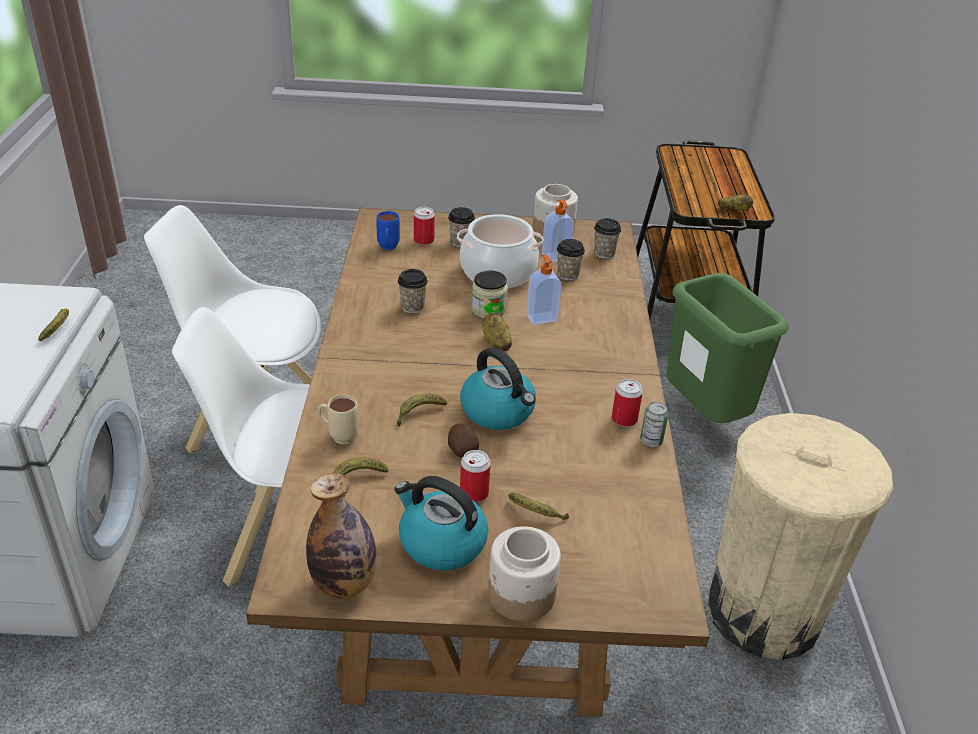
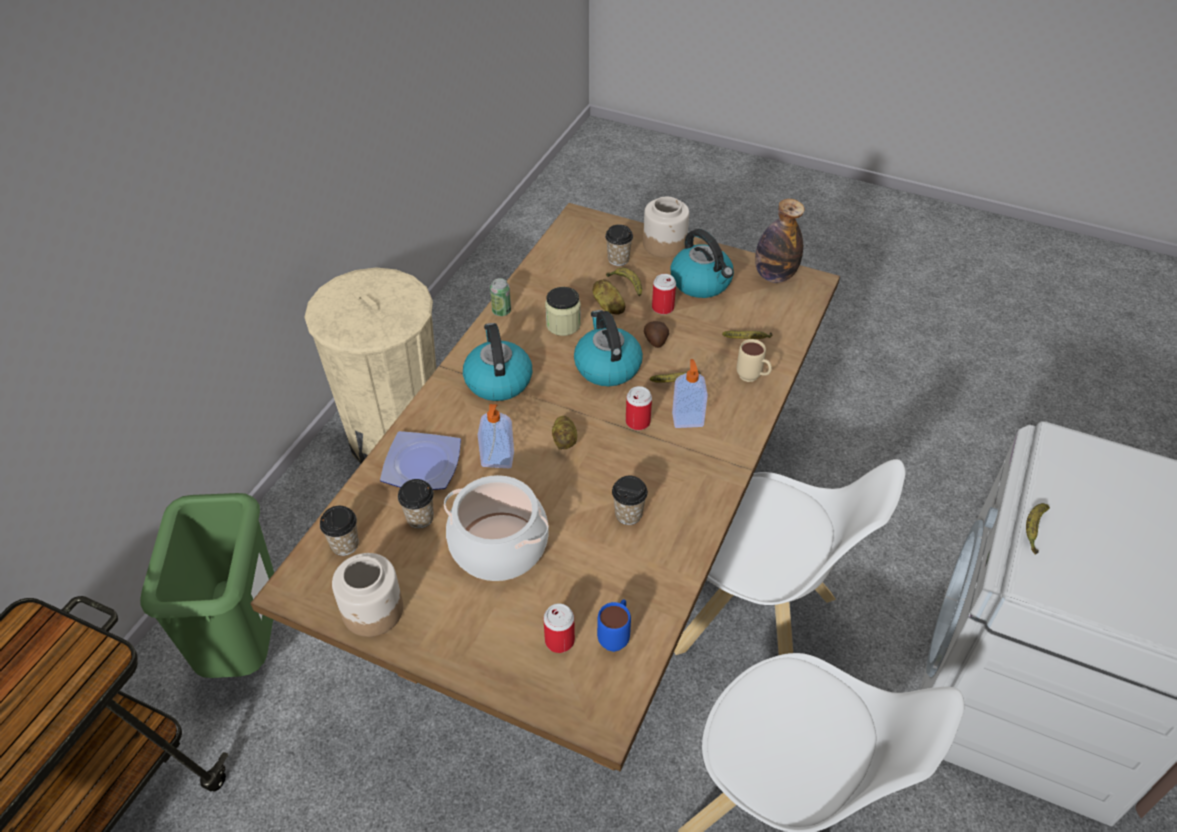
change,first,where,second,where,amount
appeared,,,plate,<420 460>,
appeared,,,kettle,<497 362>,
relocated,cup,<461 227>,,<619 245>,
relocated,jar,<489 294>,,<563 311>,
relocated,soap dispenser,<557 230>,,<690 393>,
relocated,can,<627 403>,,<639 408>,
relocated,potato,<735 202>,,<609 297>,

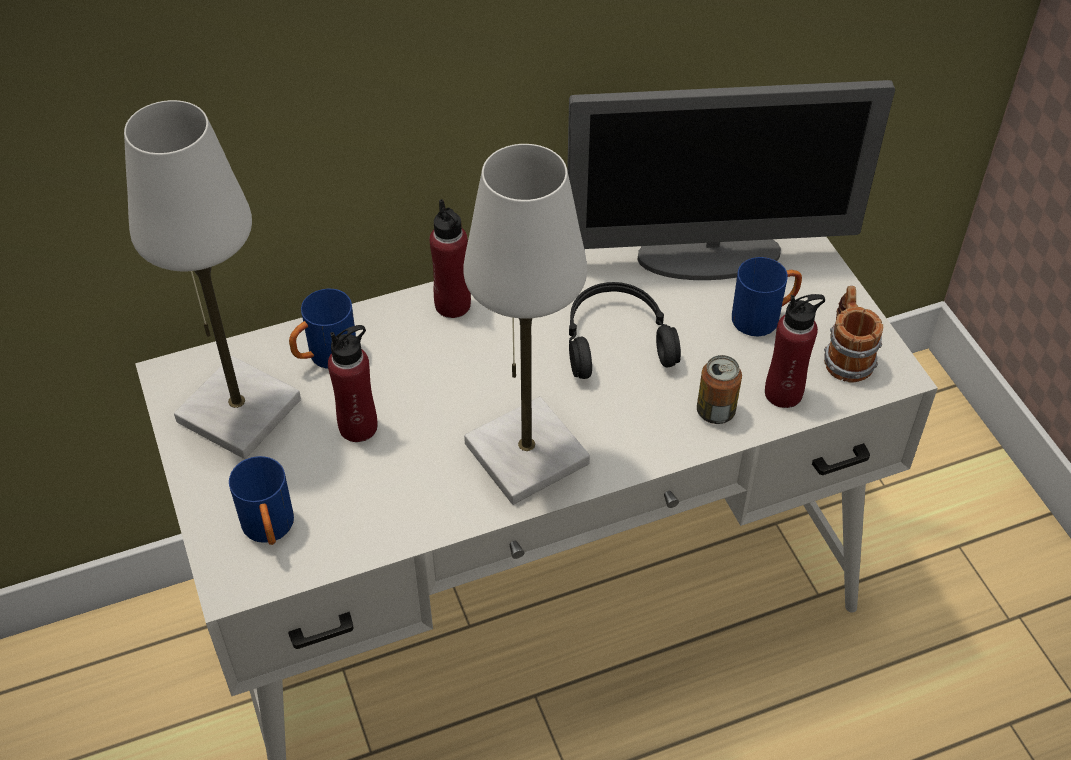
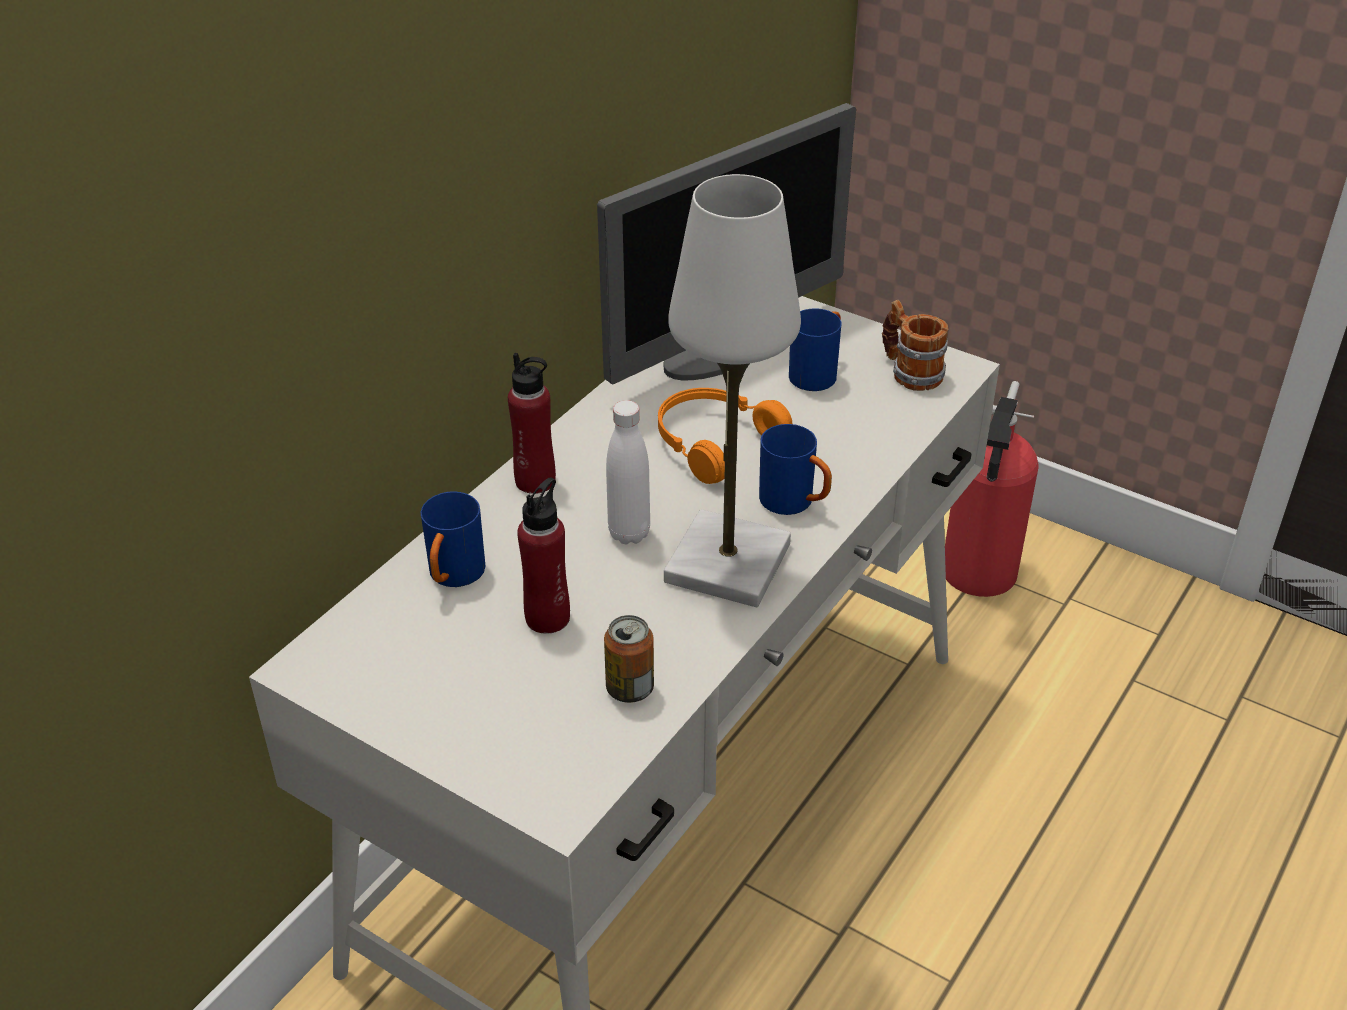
change,first,where,second,where,amount
missing,white table lamp,<212 279>,,,
missing,red bottle,<795 351>,,,
appeared,,,white bottle,<628 472>,
appeared,,,fire extinguisher,<992 489>,
relocated,blue mug,<261 500>,,<795 469>,
relocated,can,<719 389>,,<629 659>,
colour,black headphones,<625 330>,orange headphones,<725 436>,

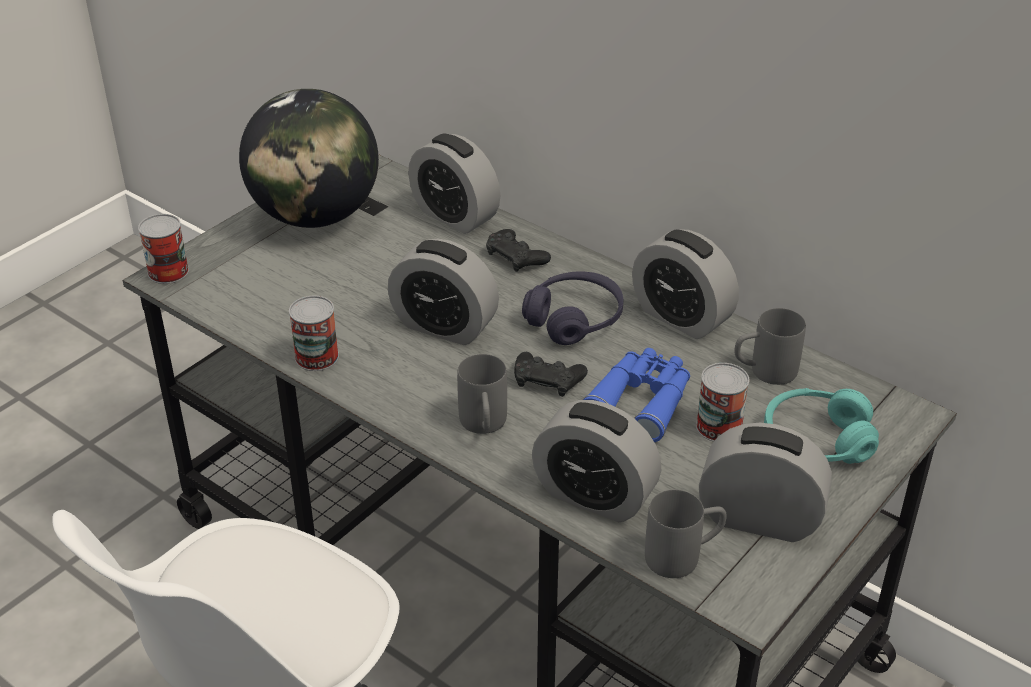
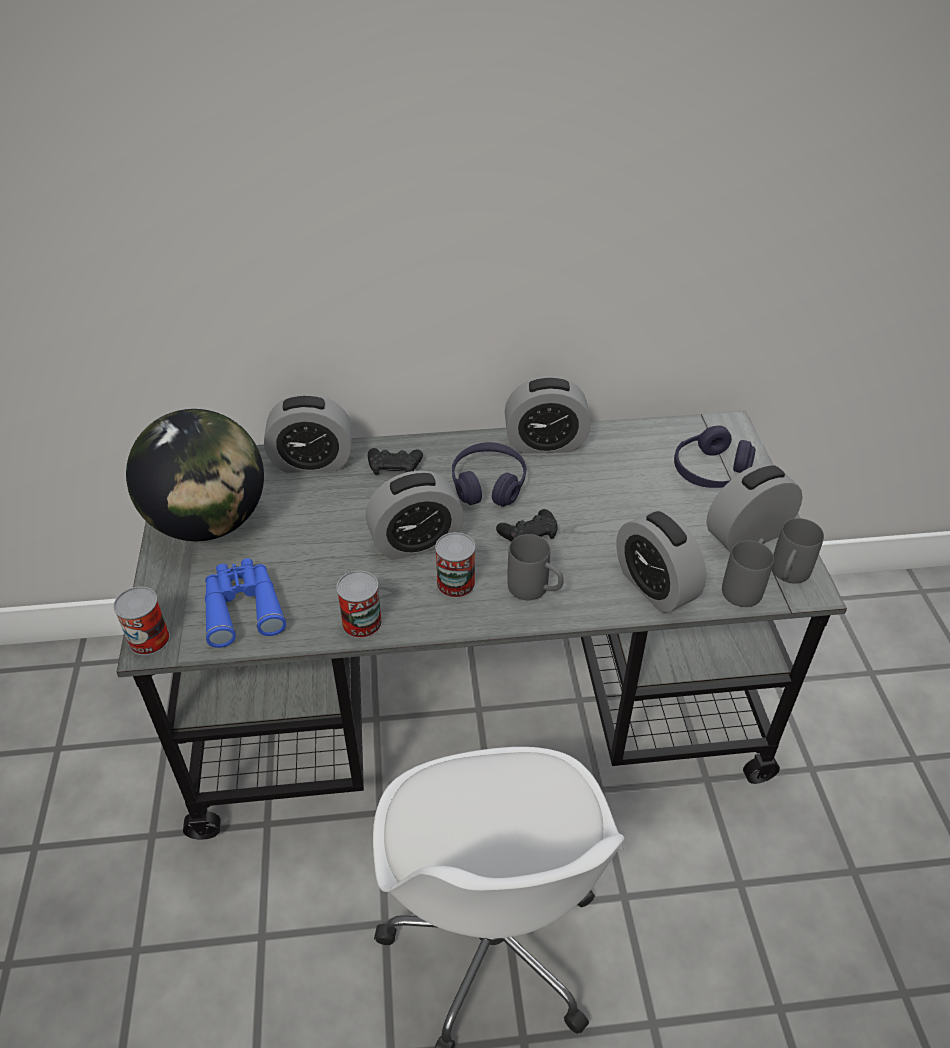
change,first,where,second,where,amount
relocated,blue binoculars,<636 395>,,<245 603>,
relocated,can,<722 402>,,<455 565>,
relocated,grey mug,<770 346>,,<798 551>,
colour,turquoise headphones,<821 426>,purple headphones,<715 456>,
spun,alarm clock,<596 461>,,<661 561>,75 degrees clockwise

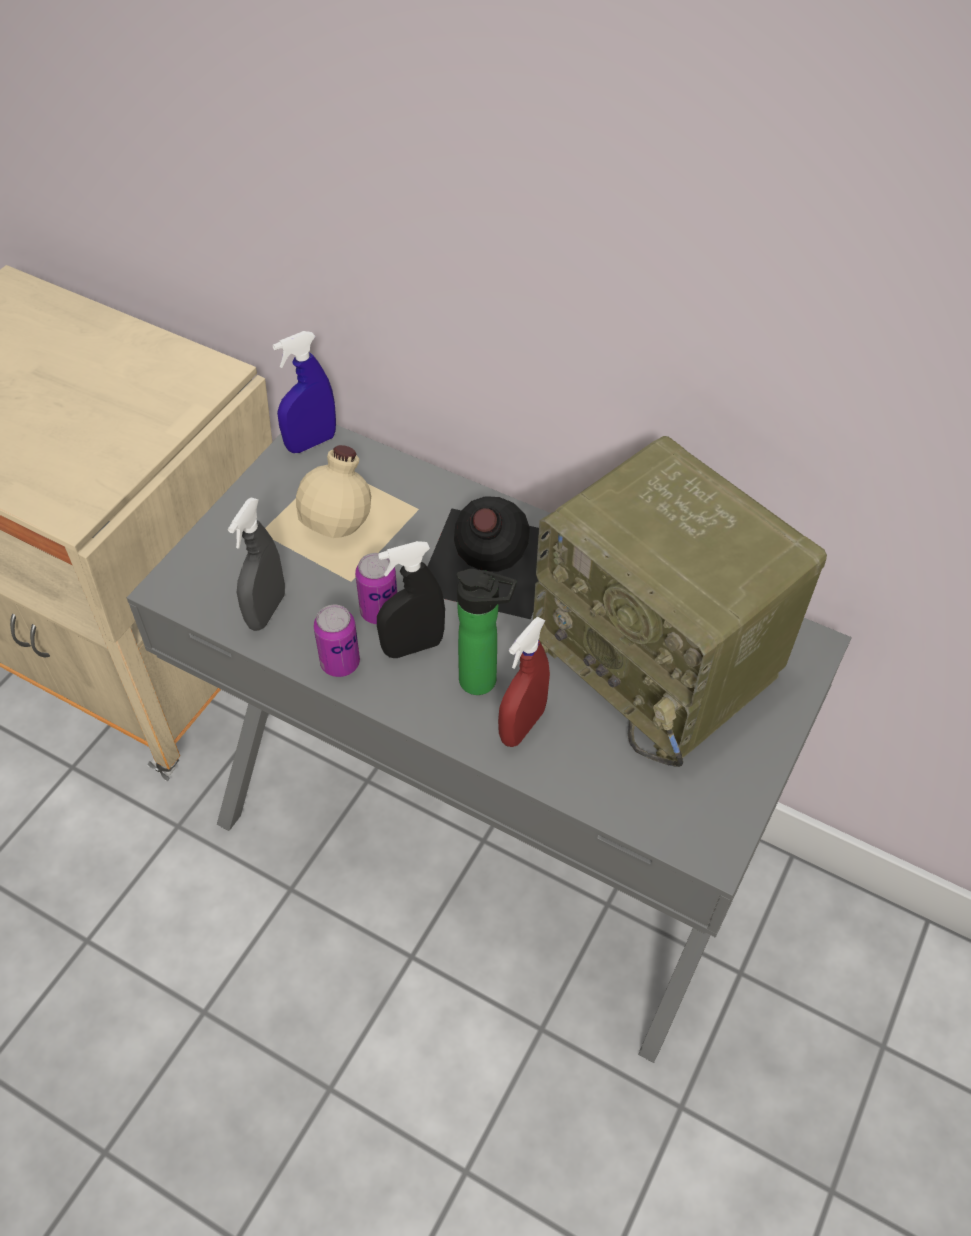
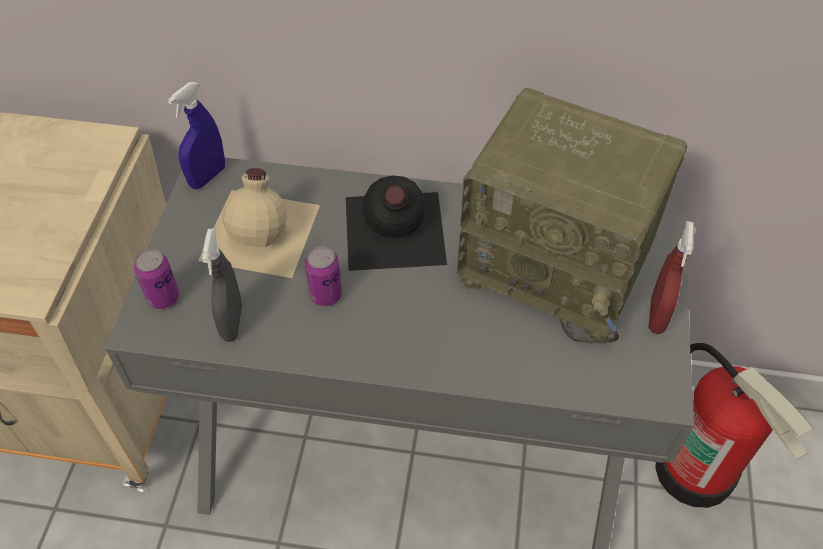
change,first,where,second,where,amount
missing,black spray bottle,<411 599>,,,
missing,bottle,<486 632>,,,
appeared,,,fire extinguisher,<734 425>,
relocated,can,<337 641>,,<156 279>,
relocated,red spray bottle,<524 681>,,<671 277>,

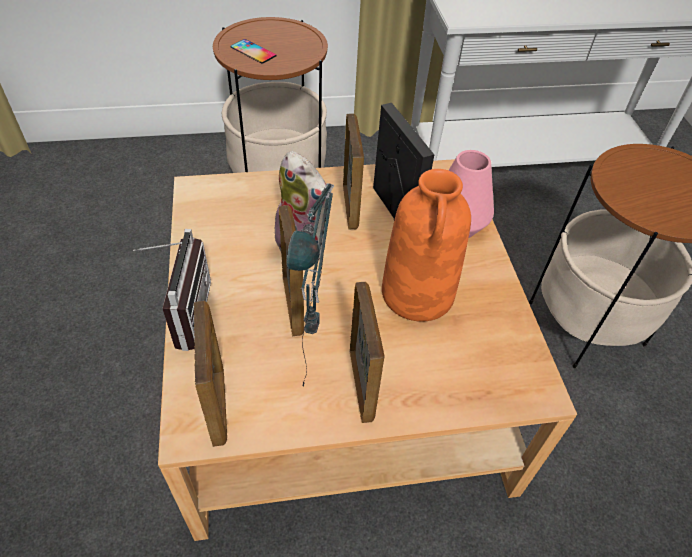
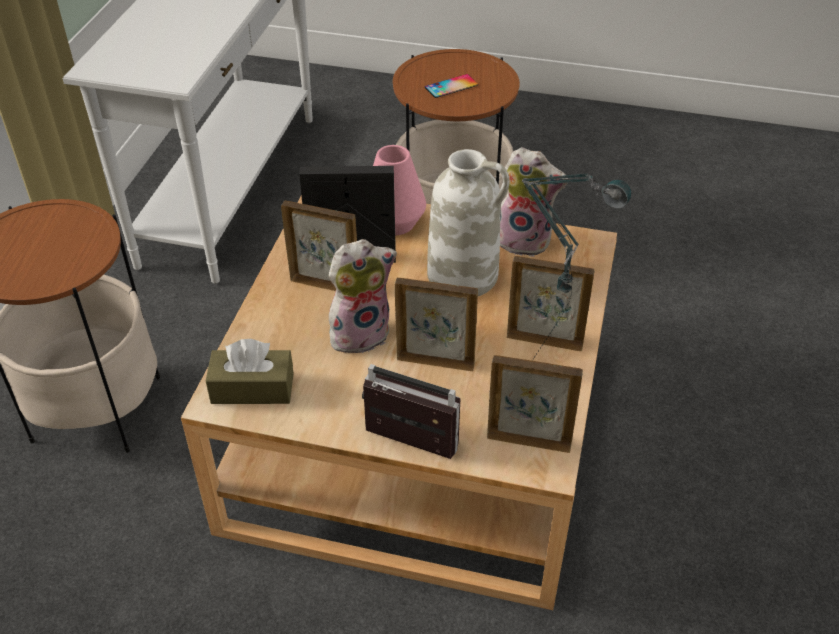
change,first,where,second,where,amount
appeared,,,brown tissue box,<250 371>,
appeared,,,plush toy,<534 202>,
relocated,phone,<254 51>,,<451 86>,
colour,orange vase,<426 245>,white vase,<468 222>,

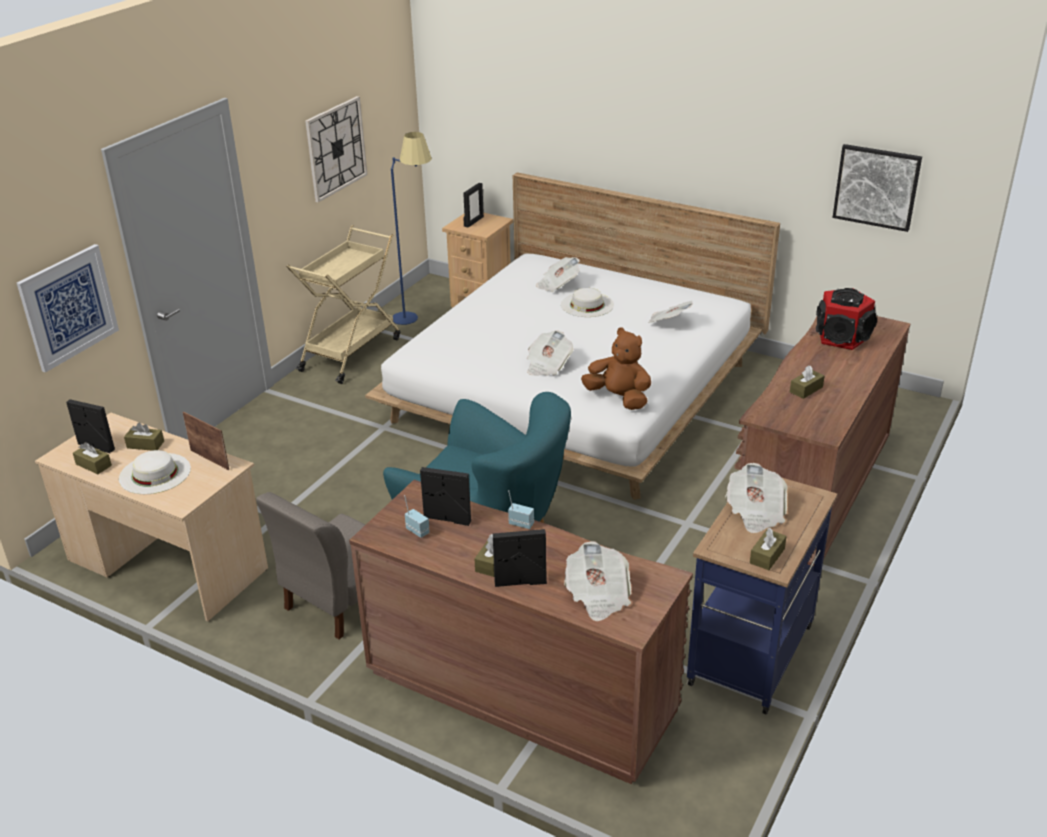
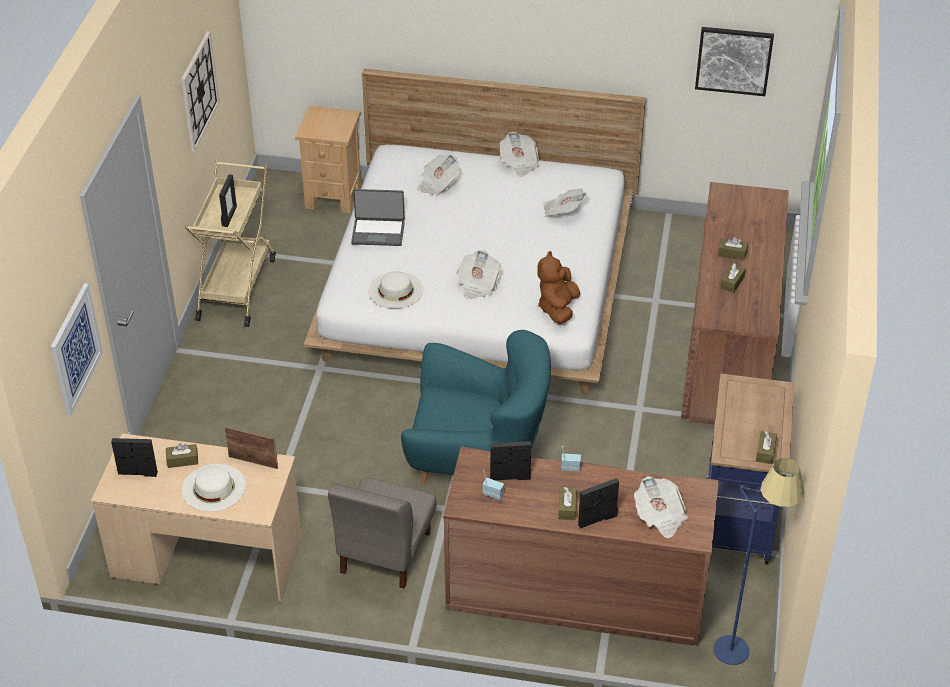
change,first,where,second,where,amount
missing,speaker,<846 319>,,,
appeared,,,laptop,<378 217>,
relocated,brown tissue box,<92 458>,,<733 248>,
relocated,blue floor lamp,<411 228>,,<758 561>,
relocated,picture frame,<473 205>,,<228 201>,
relocated,white hat,<587 302>,,<395 289>,
relocated,newspaper,<756 498>,,<519 154>,
spun,brown plush toy,<616 368>,,<558 287>,90 degrees counterclockwise

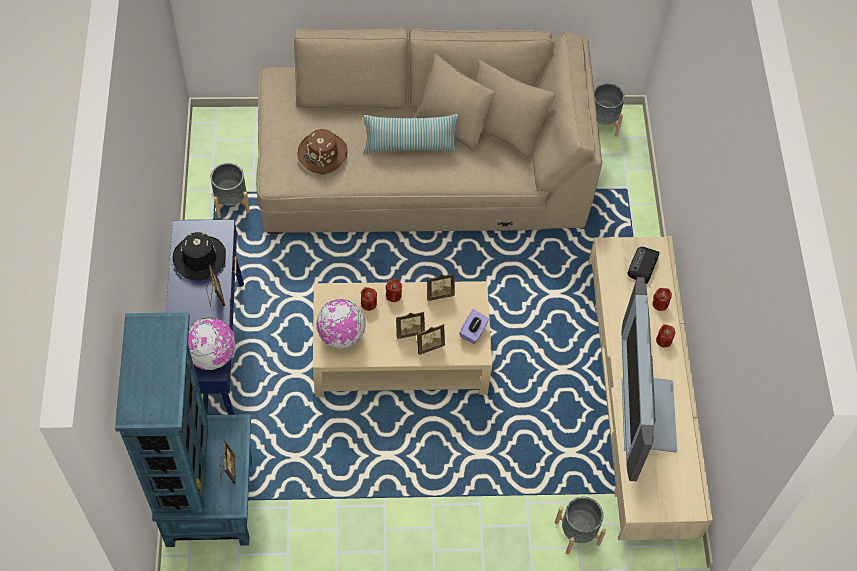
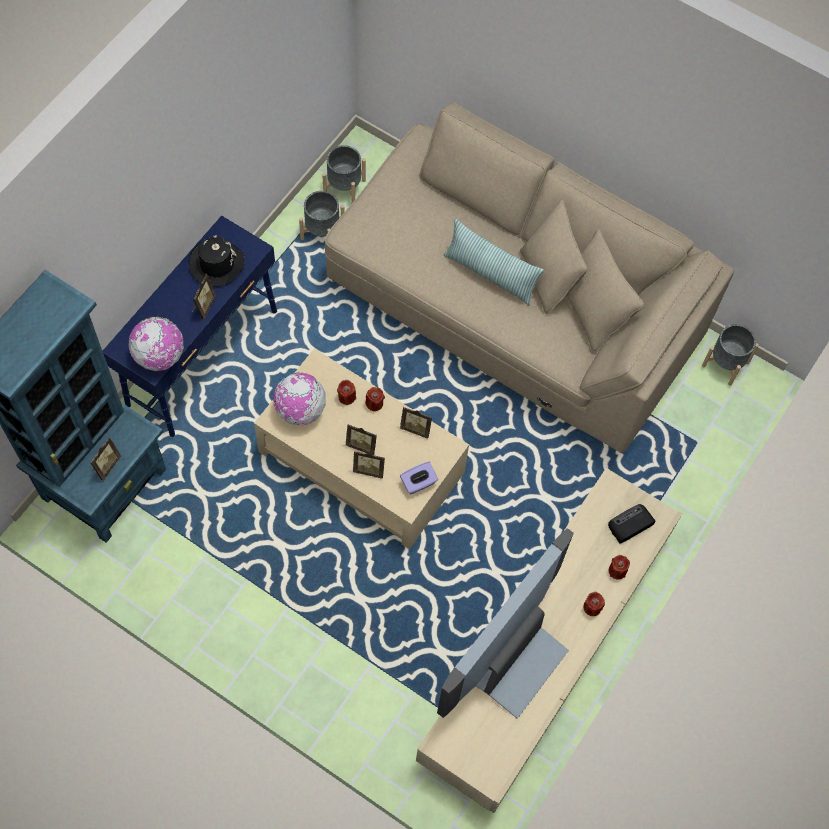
change,first,where,second,where,amount
missing,brown hat,<322 151>,,,
relocated,grey planter,<580 526>,,<344 174>,

